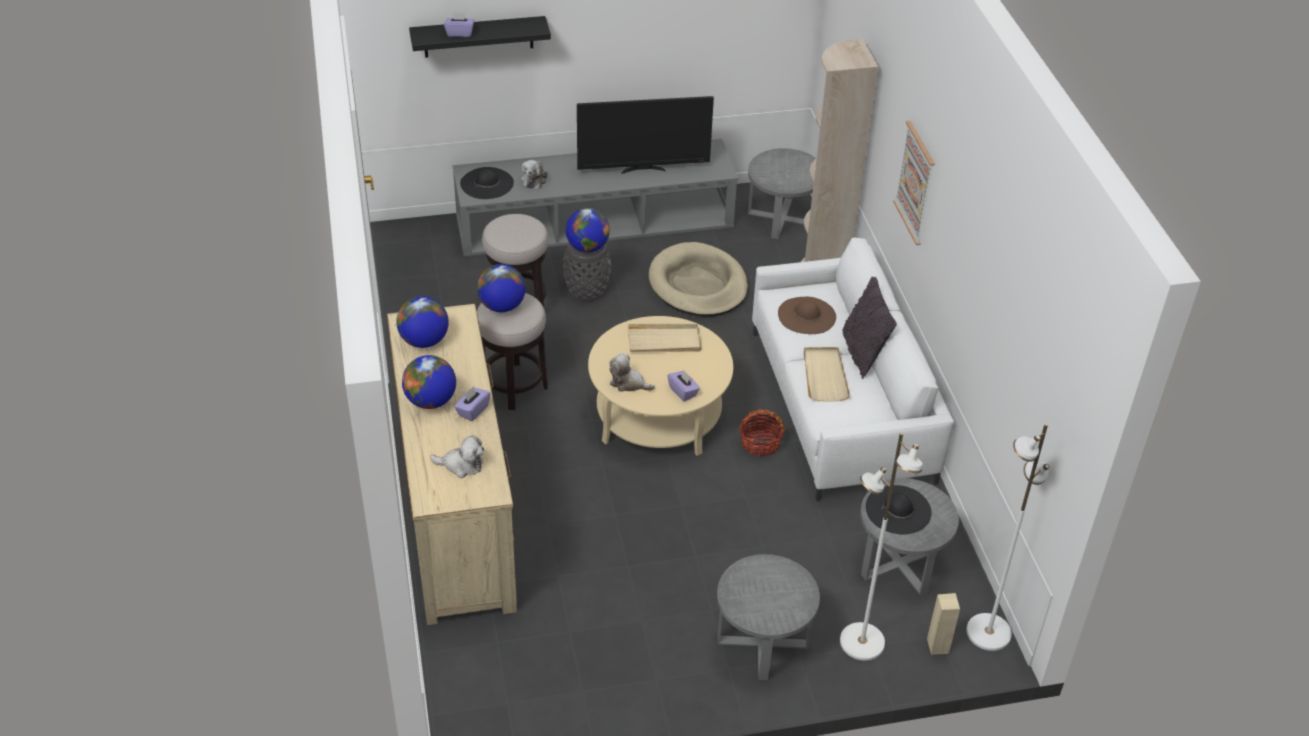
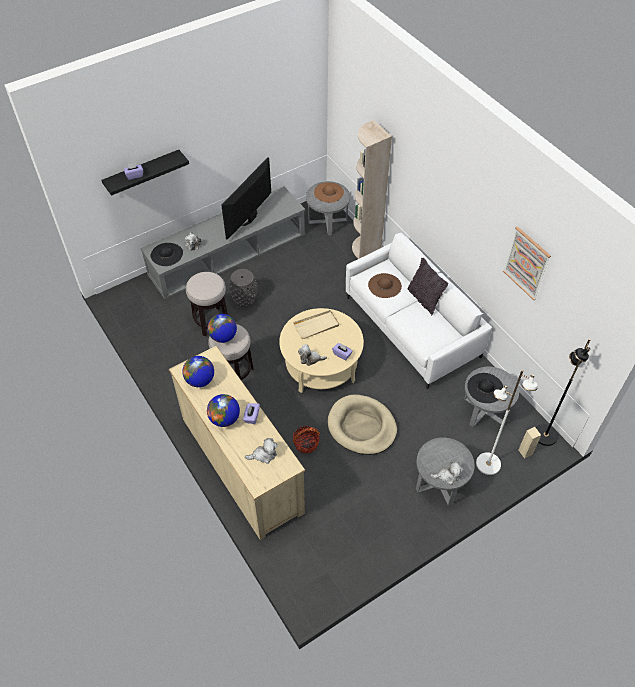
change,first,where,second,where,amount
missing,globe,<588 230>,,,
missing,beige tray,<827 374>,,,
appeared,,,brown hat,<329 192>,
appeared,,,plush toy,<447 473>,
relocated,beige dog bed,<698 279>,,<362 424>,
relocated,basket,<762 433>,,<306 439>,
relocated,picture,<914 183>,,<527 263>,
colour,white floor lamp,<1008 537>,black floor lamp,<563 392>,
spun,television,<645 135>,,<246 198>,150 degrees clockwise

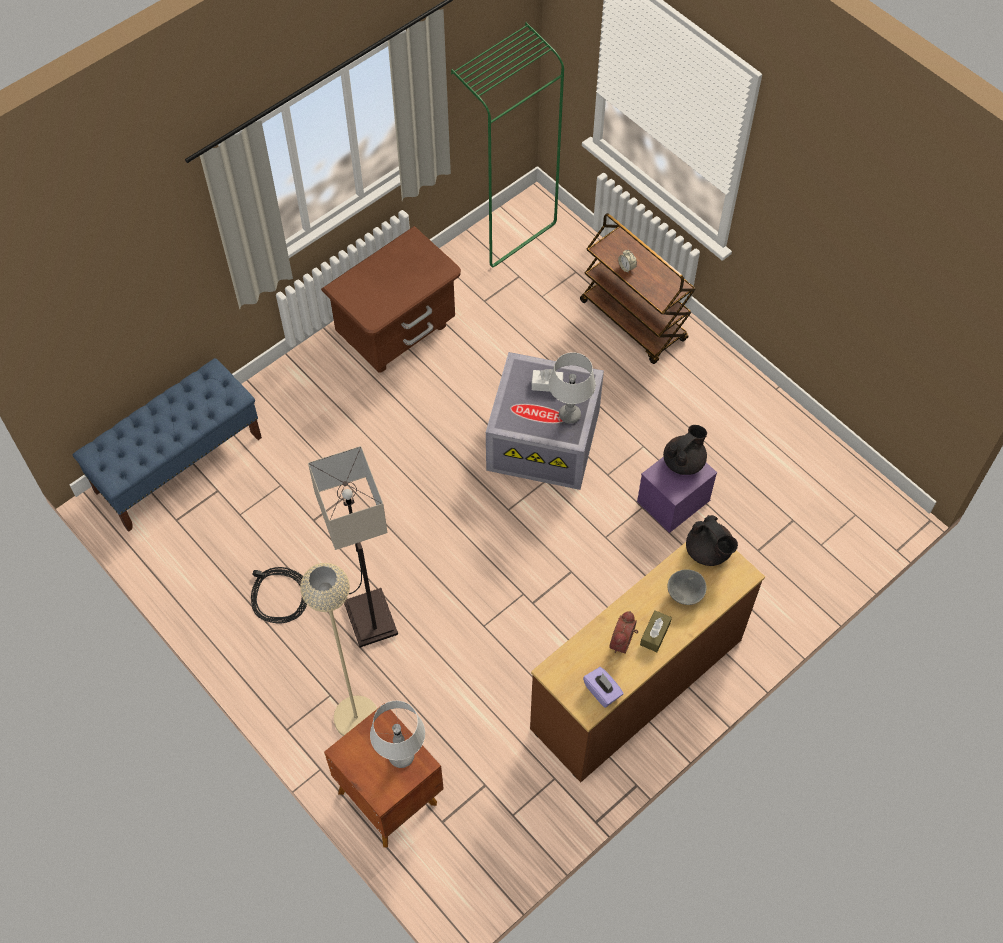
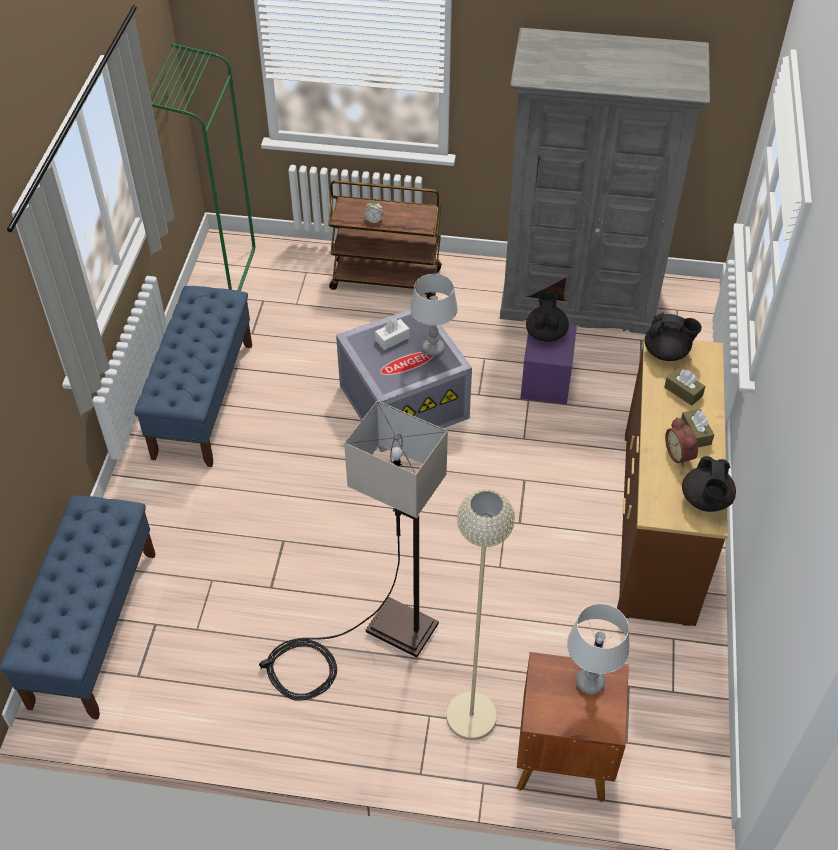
change,first,where,second,where,amount
appeared,,,grey wardrobe,<605 181>,
exchanged,brown nightstand,<391 299>,blue bench,<193 376>,
exchanged,purple tissue box,<603 687>,black teapot,<709 484>,
exchanged,grey bowl,<686 587>,brown tissue box,<685 387>,

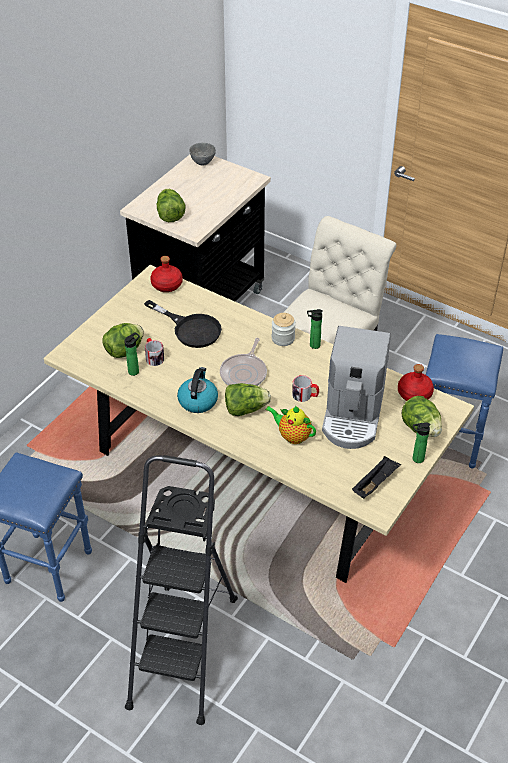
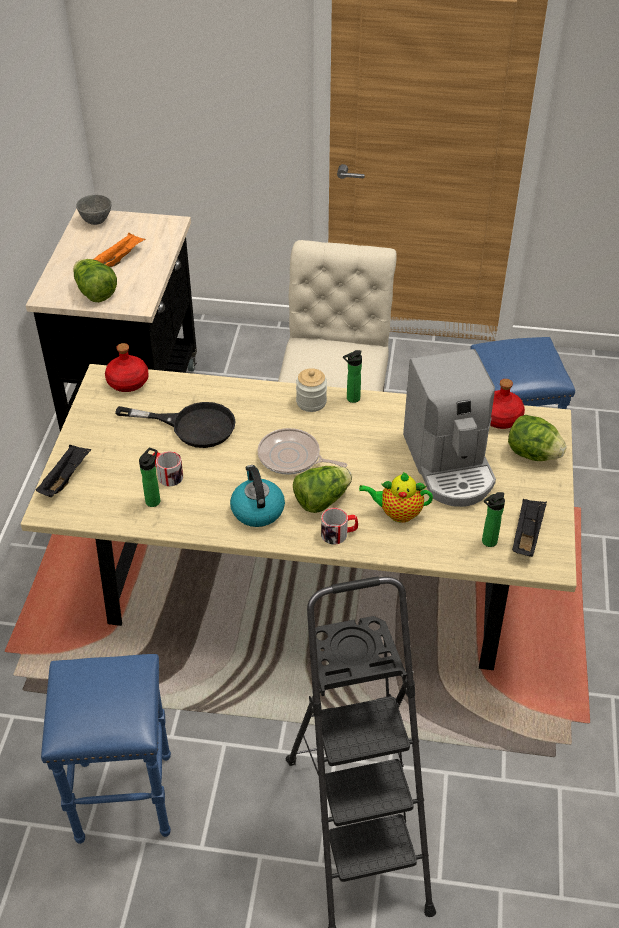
change,first,where,second,where,amount
missing,lettuce,<123 340>,,,
appeared,,,black tray,<63 471>,
appeared,,,orange tray,<119 250>,
relocated,mug,<305 388>,,<339 526>,
relocated,bottle,<422 442>,,<493 519>,
spun,frying pan,<243 362>,,<302 451>,120 degrees clockwise

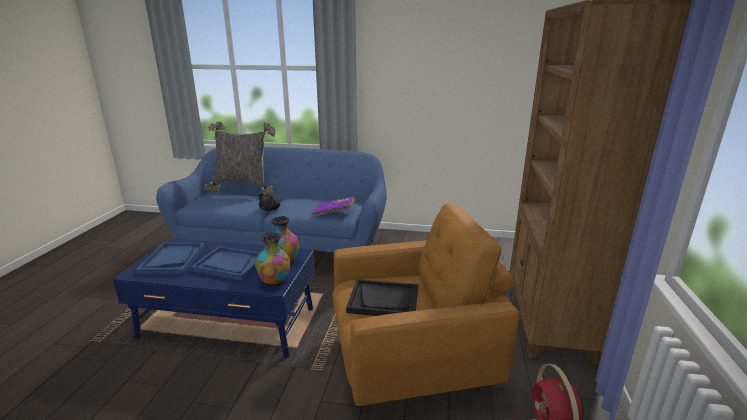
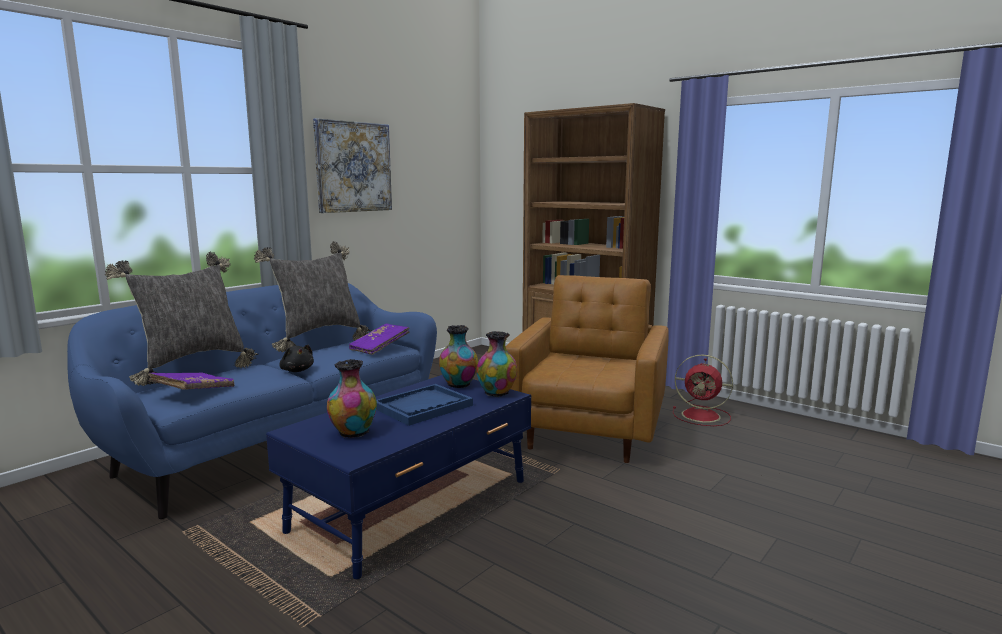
change,first,where,second,where,amount
missing,black tray,<382 297>,,,
appeared,,,purple book,<191 381>,
appeared,,,pillow,<312 297>,
appeared,,,picture,<352 165>,
exchanged,blue tray,<170 258>,vase,<352 398>,

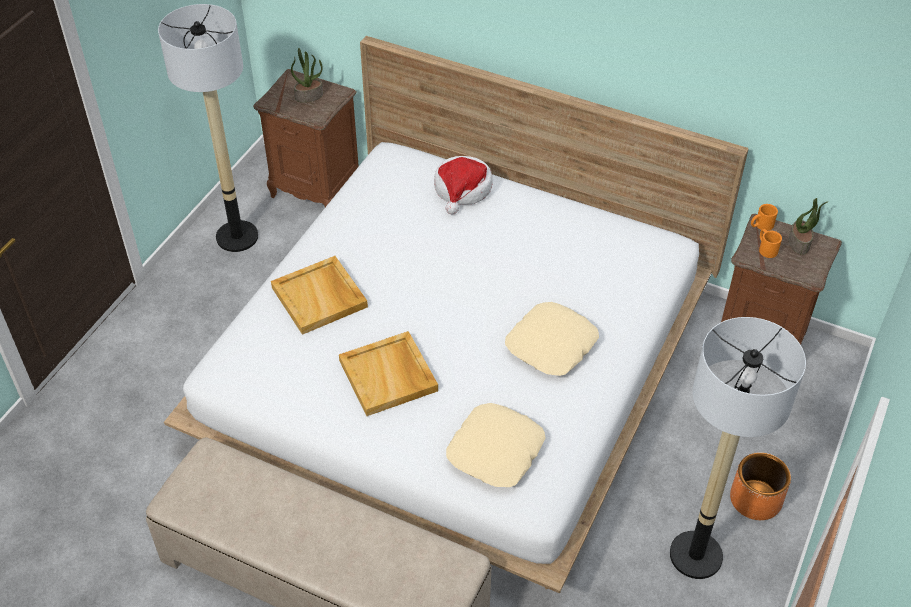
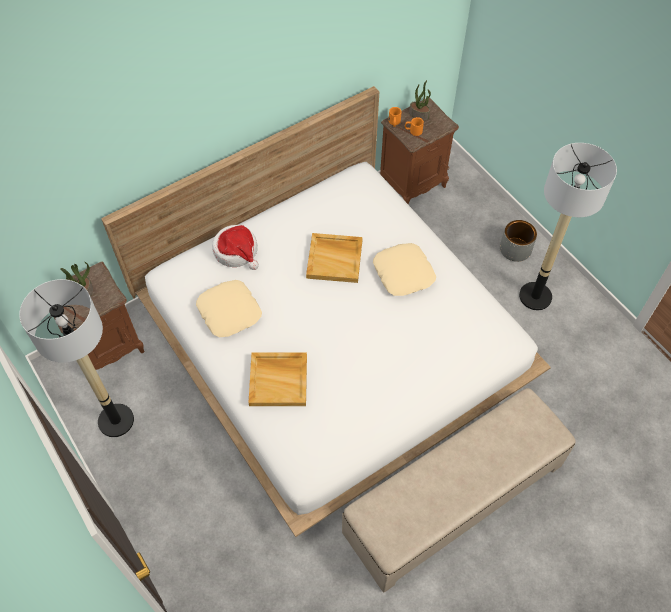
change,first,where,second,where,amount
relocated,beige tray,<388 373>,,<334 258>,
relocated,beige pillow,<496 445>,,<229 308>,
colour,orange planter,<760 486>,grey planter,<518 241>,

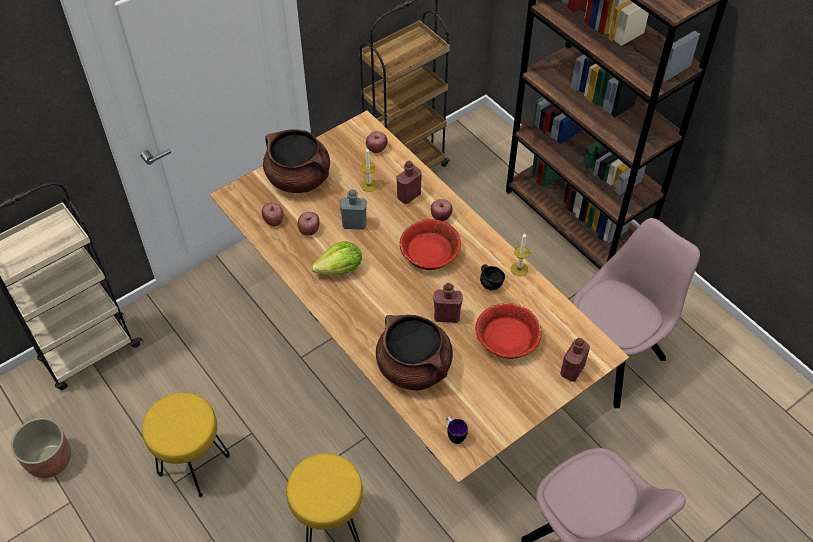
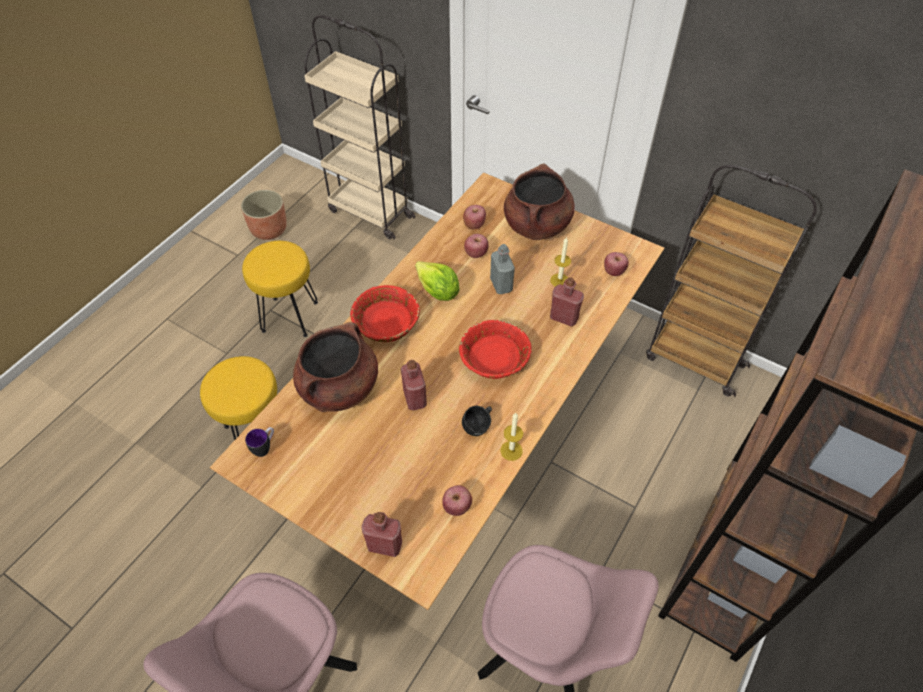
change,first,where,second,where,amount
relocated,apple,<441 210>,,<457 500>,
relocated,red bowl,<508 331>,,<385 313>,

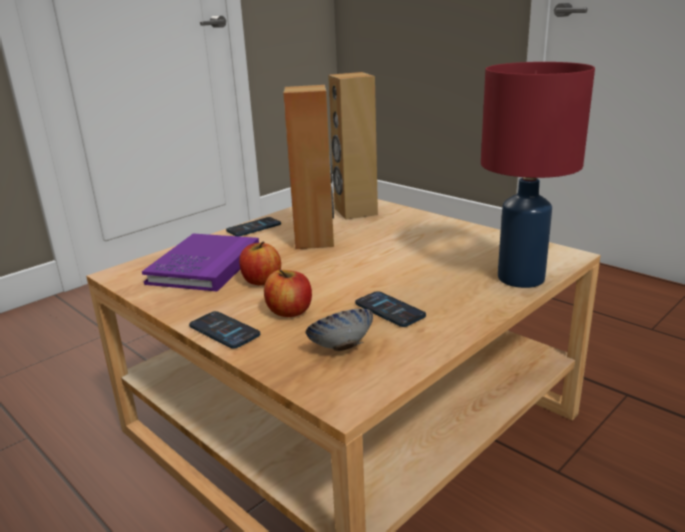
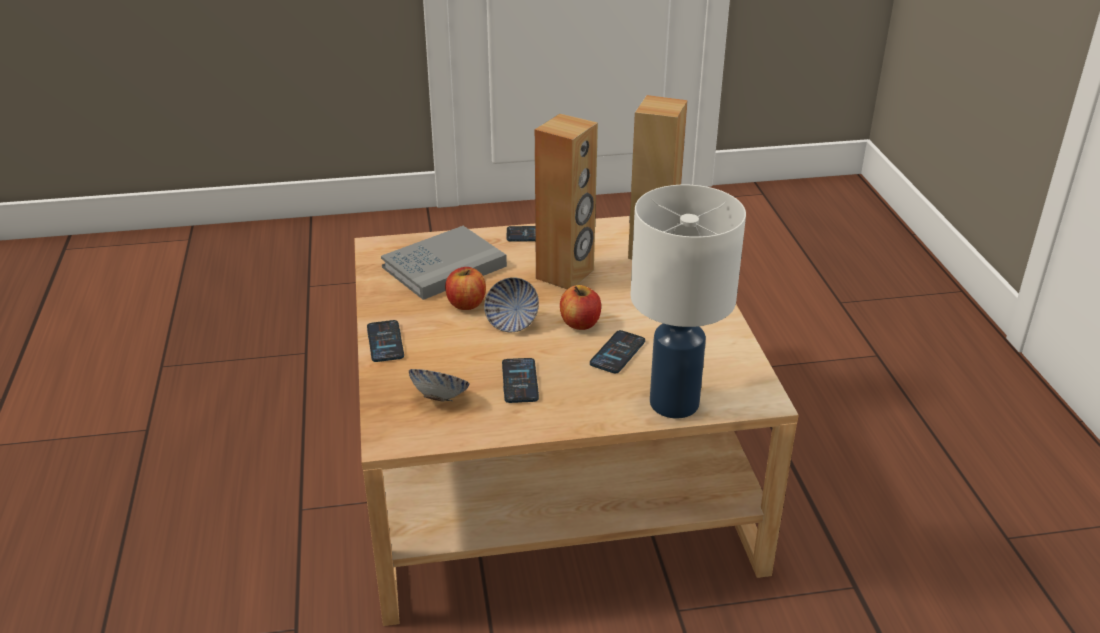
change,first,where,second,where,amount
appeared,,,bowl,<511 304>,
appeared,,,phone,<617 352>,
relocated,apple,<288 293>,,<580 307>,
colour,purple book,<200 262>,grey book,<444 263>,
colour,red table lamp,<538 175>,white table lamp,<688 302>,

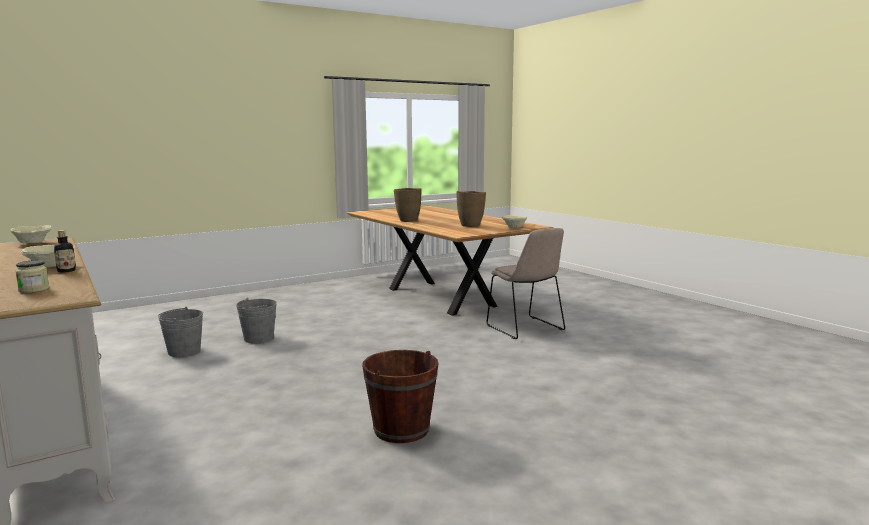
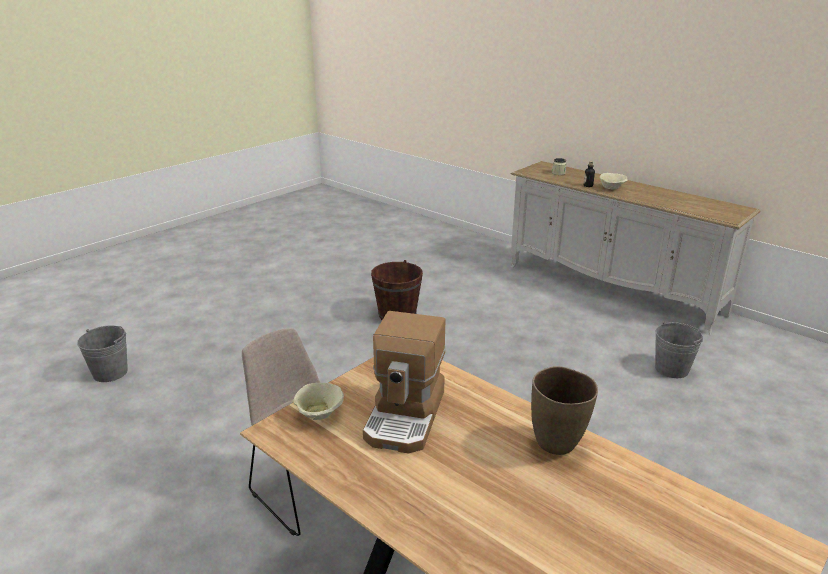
change,first,where,second,where,amount
missing,beige bowl,<31 234>,,,
relocated,grey bucket,<256 320>,,<102 353>,
exchanged,brown vase,<471 209>,coffee machine,<404 382>,

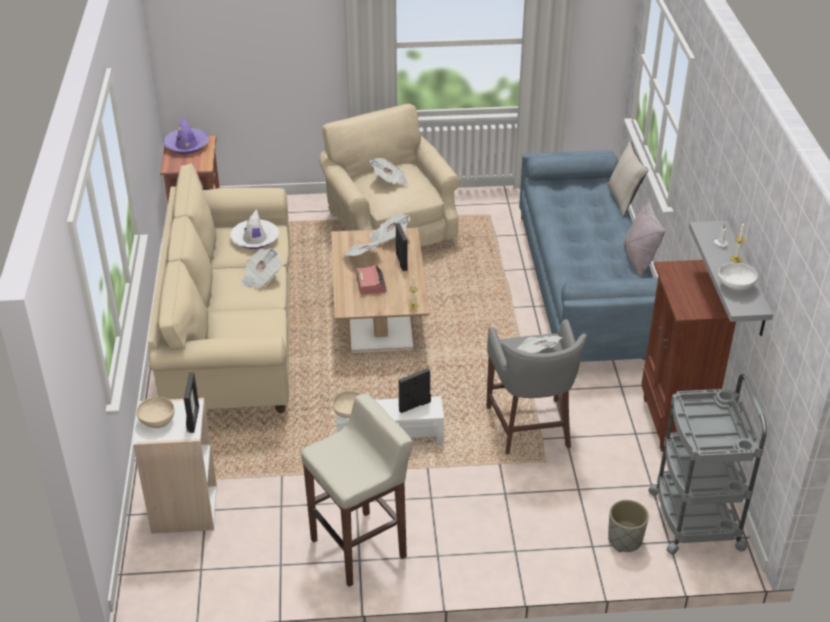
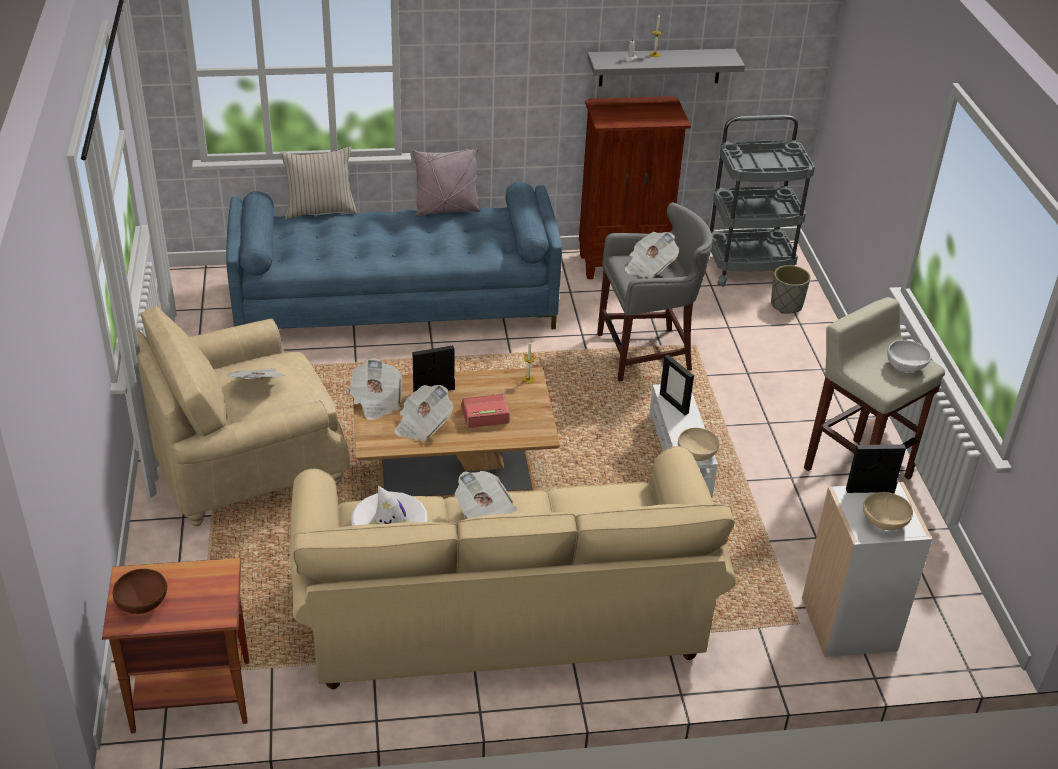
change,first,where,second,where,amount
relocated,white bowl,<738 277>,,<909 356>,
exchanged,purple hat,<186 135>,brown bowl,<140 591>,

